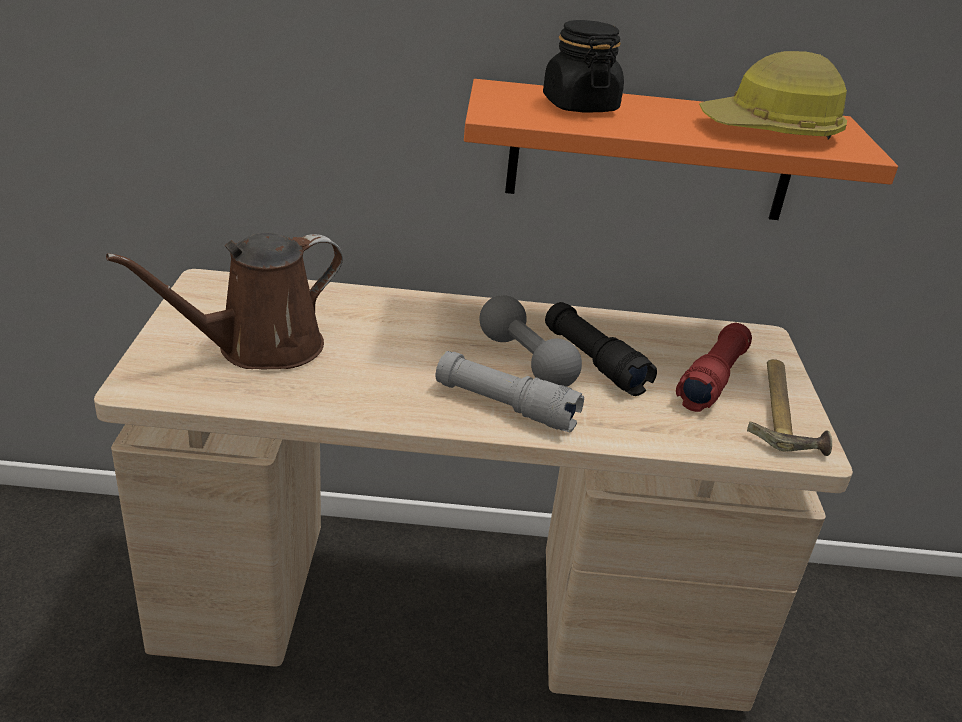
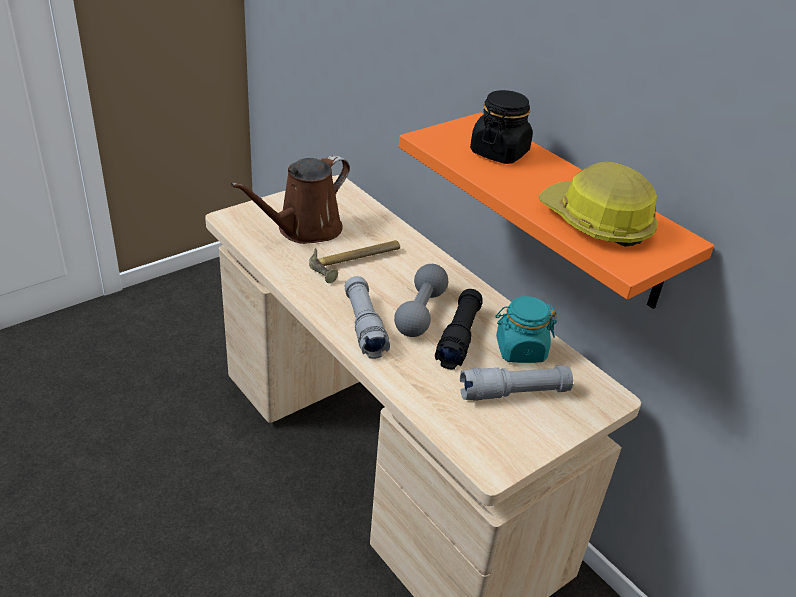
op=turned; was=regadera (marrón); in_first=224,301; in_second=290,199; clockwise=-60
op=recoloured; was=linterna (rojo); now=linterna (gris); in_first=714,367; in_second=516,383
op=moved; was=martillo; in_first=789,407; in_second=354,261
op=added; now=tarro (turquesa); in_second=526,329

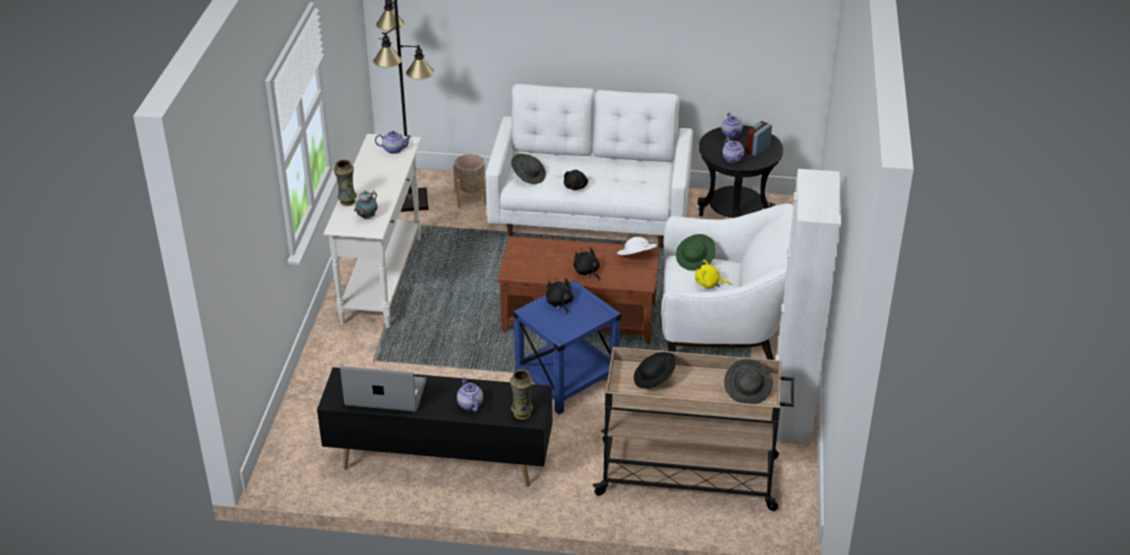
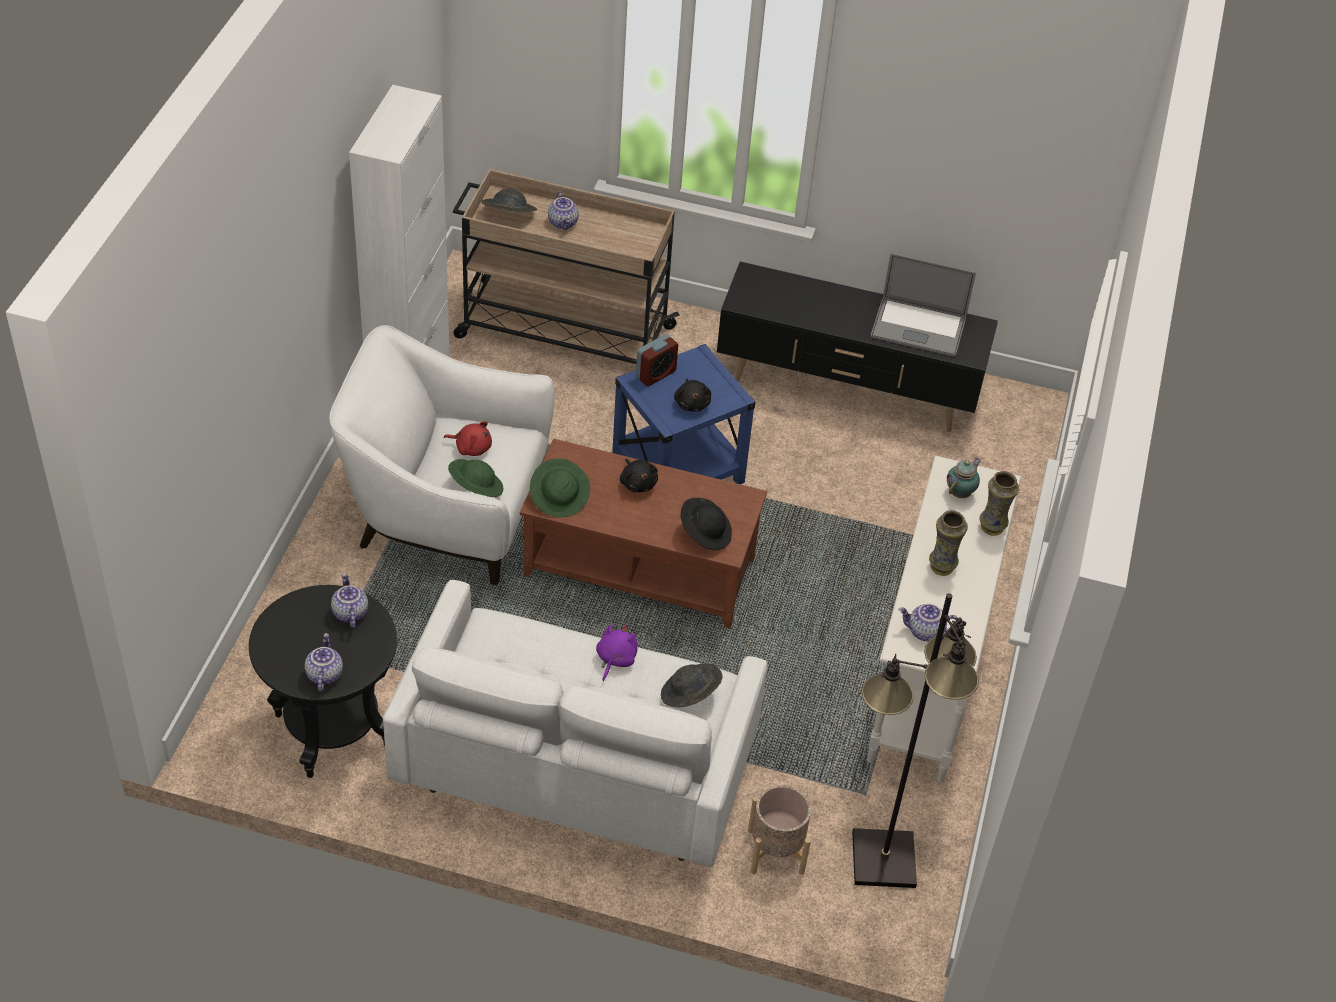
op=moved; was=despertador; in_first=759,138; in_second=657,360
op=recoloured; was=peluche (negro); now=peluche (morado); in_first=576,180; in_second=617,652
op=recoloured; was=sombrero (blanco); now=sombrero (verde); in_first=637,246; in_second=560,488
op=recoloured; was=peluche (amarillo); now=peluche (rojo); in_first=713,274; in_second=468,438
op=moved; was=sombrero (negro); in_first=655,370; in_second=706,524
op=moved; was=florero; in_first=521,394; in_second=948,543
op=moved; was=tetera; in_first=470,394; in_second=563,210

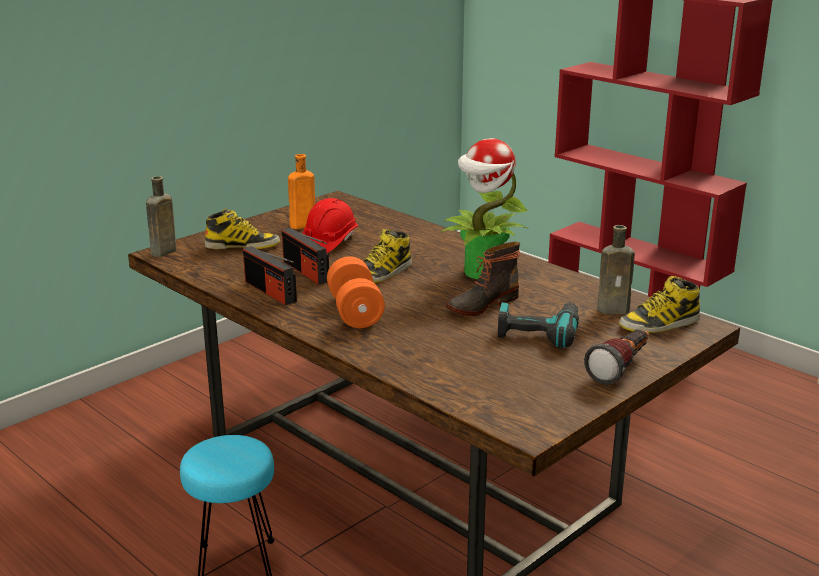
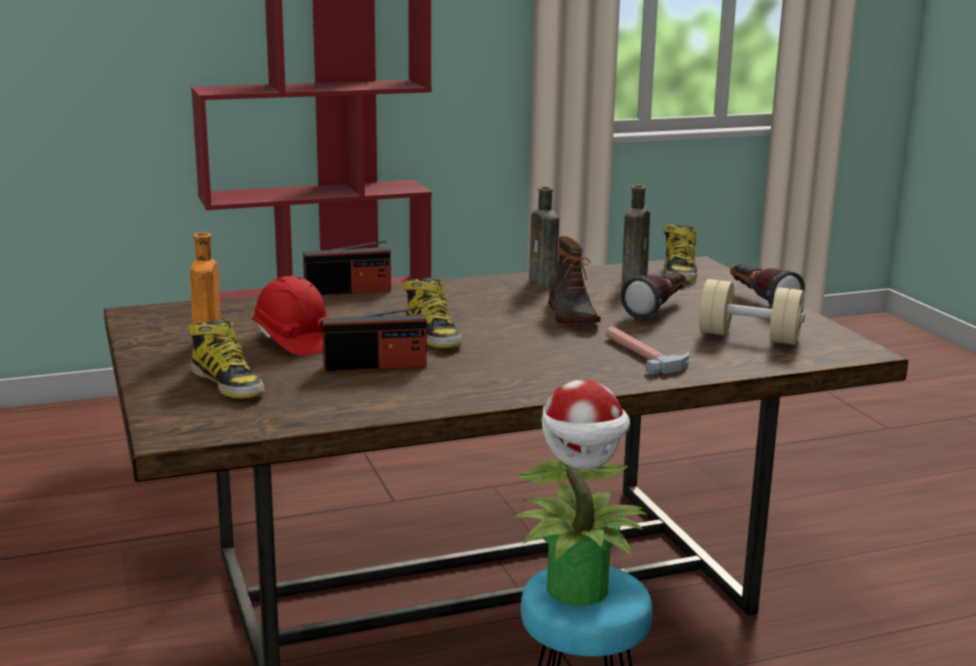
op=moved; was=planta en maceta; in_first=484,208; in_second=580,493
op=moved; was=botella (marrón); in_first=161,216; in_second=544,236
op=turned; was=bota; in_first=242,228; in_second=227,358; clockwise=120
op=moved; was=radio; in_first=270,275; in_second=347,268
op=removed; was=mancuerna (naranja); in_first=356,292
op=replaced; was=taladro; now=linterna; in_first=538,325; in_second=653,295
op=added; now=mancuerna (beis); in_second=752,312
op=added; now=martillo; in_second=647,350

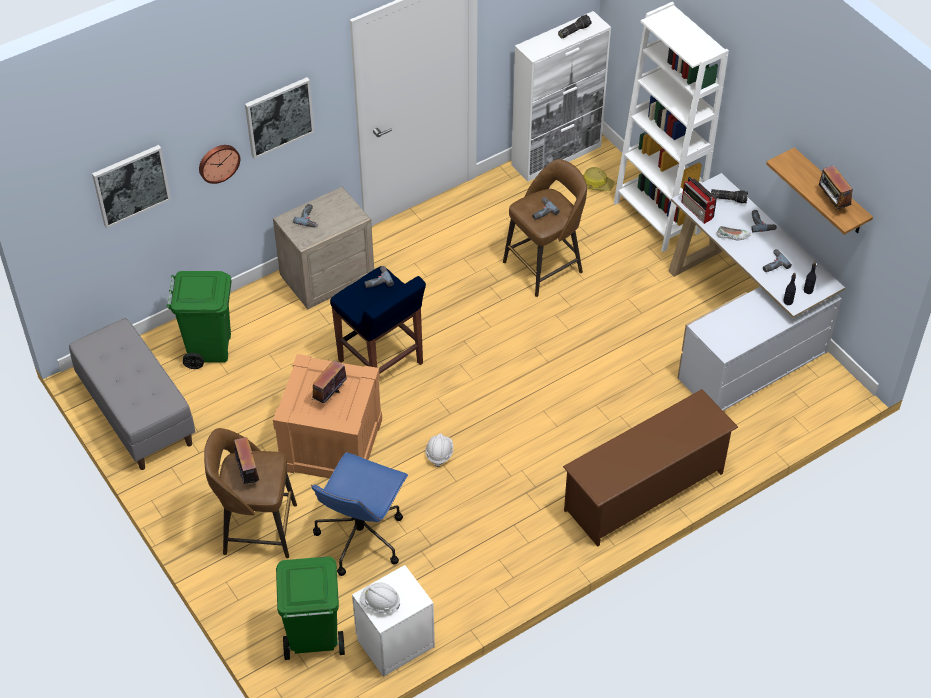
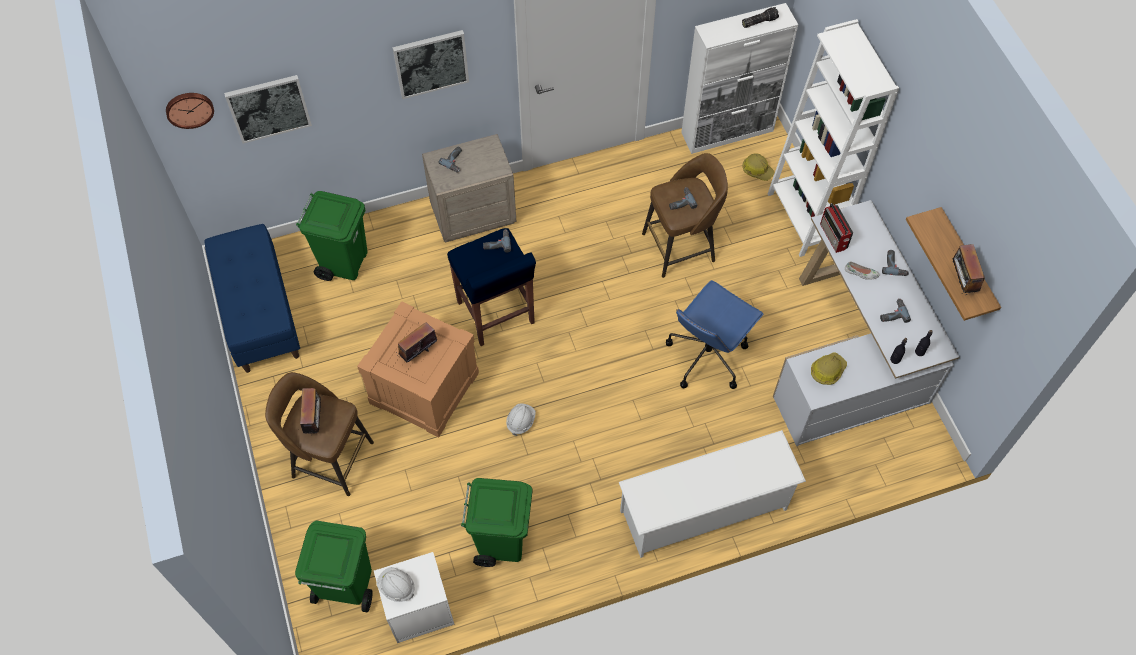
op=moved; was=reloj de pared; in_first=219,164; in_second=190,111
op=removed; was=linterna; in_first=729,196
op=recoloured; was=banco (gris); now=banco (azul); in_first=132,394; in_second=252,298
op=recoloured; was=zapatero (marrón); now=zapatero (blanco); in_first=650,468; in_second=712,494
op=moved; was=silla de oficina (azul); in_first=359,514; in_second=715,334
op=added; now=casco; in_second=829,369
op=added; now=papelera (verde); in_second=497,522

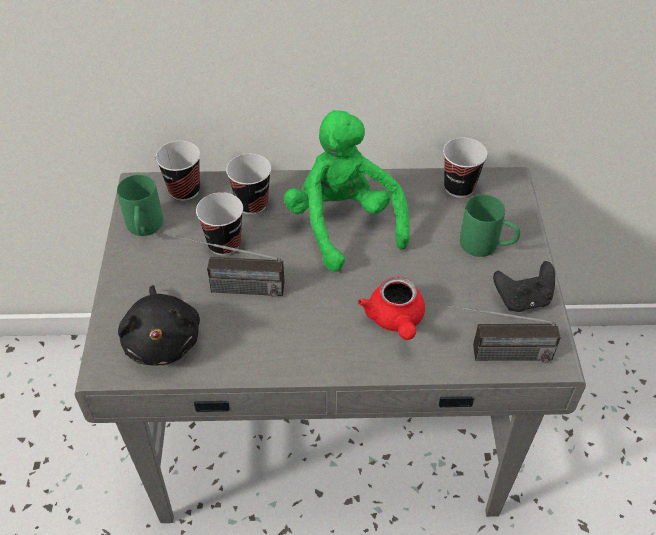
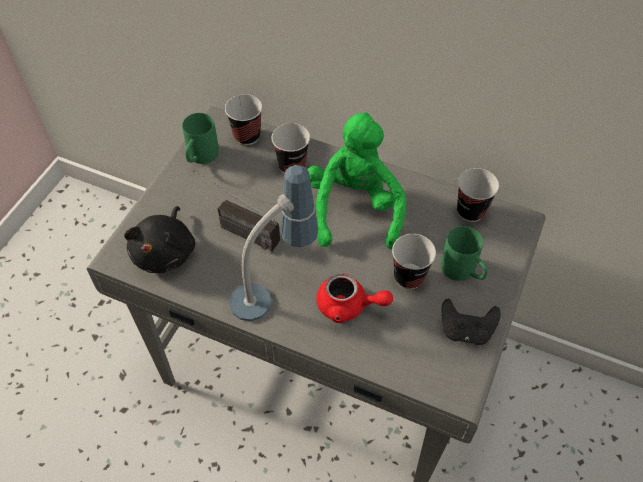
op=moved; was=taza; in_first=219,223; in_second=414,261
op=turned; was=tetera (rojo); in_first=391,308; in_second=354,298; clockwise=-90
op=removed; was=radio; in_first=500,333
op=added; now=lámpara de mesa; in_second=273,243

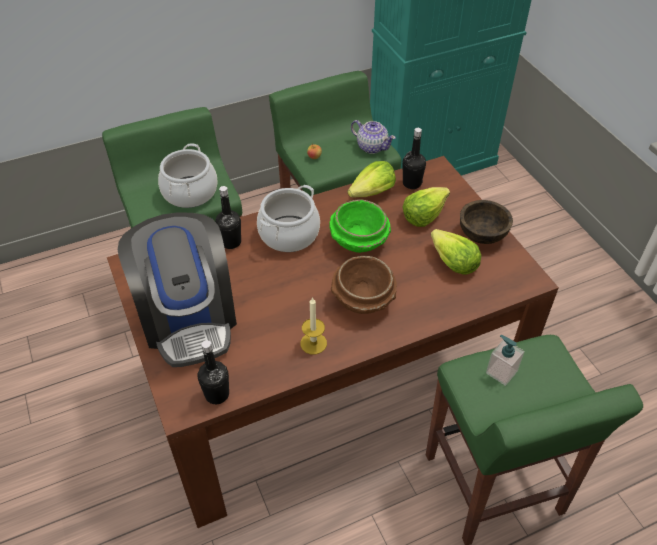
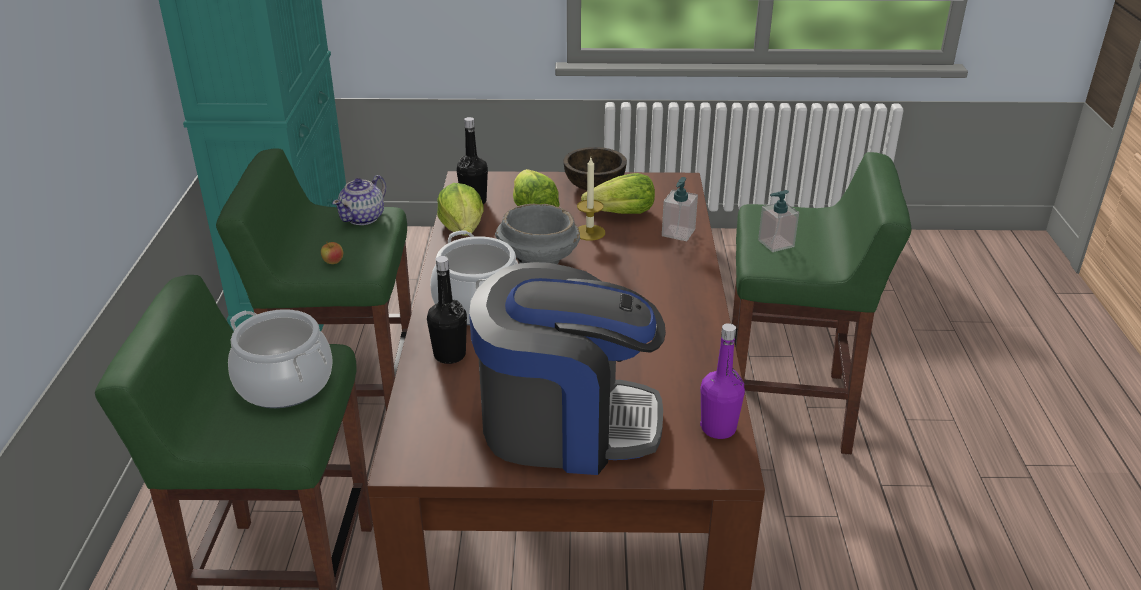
op=turned; was=tetera; in_first=373,137; in_second=359,200; clockwise=150
op=recoloured; was=cuenco (verde); now=cuenco (gris); in_first=360,226; in_second=537,234
op=removed; was=cuenco (marrón); in_first=364,285
op=moved; was=vela; in_first=313,325; in_second=591,199
op=recoloured; was=botella (negro); now=botella (morado); in_first=213,372; in_second=722,381
op=added; now=dispensador de jabón; in_second=680,209

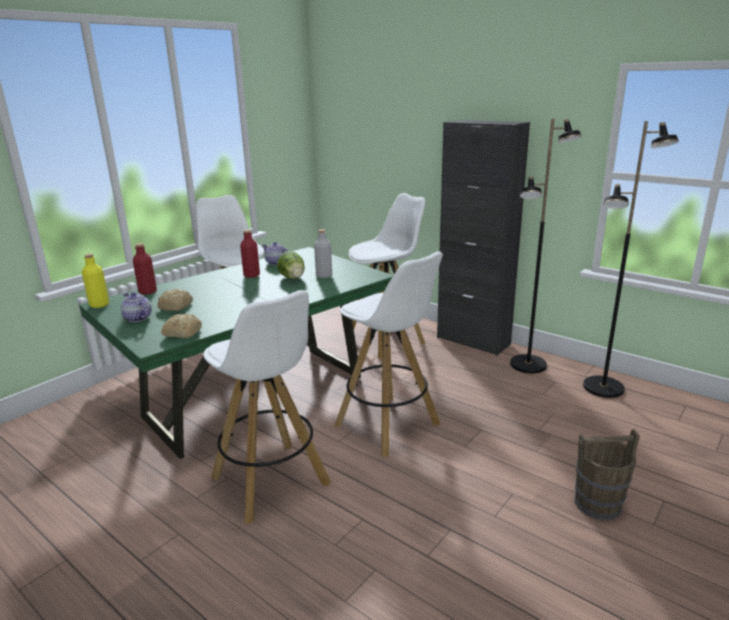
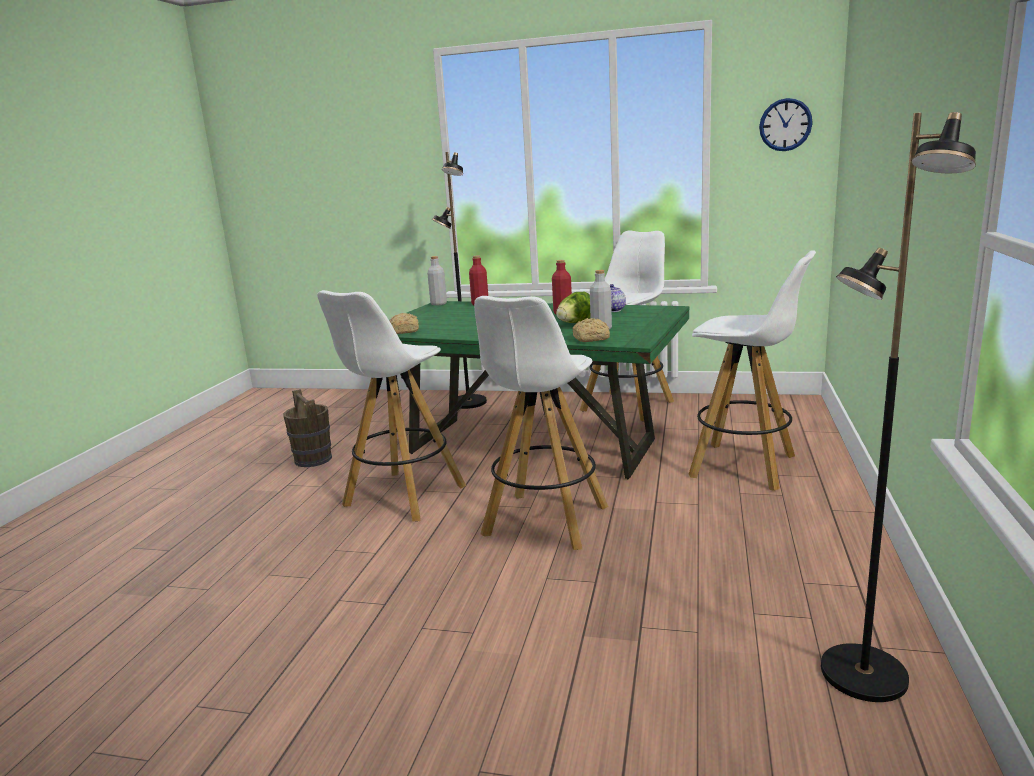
op=moved; was=lámpara de pie (negro); in_first=545,246; in_second=459,280
op=removed; was=armario (negro); in_first=483,238
op=recoloured; was=botella (amarillo); now=botella (gris); in_first=95,281; in_second=437,280
op=moved; was=pan; in_first=175,300; in_second=591,330
op=removed; was=tetera; in_first=136,307
op=moved; was=cubo (marrón); in_first=607,474; in_second=307,428
op=added; now=reloj de pared; in_second=786,124

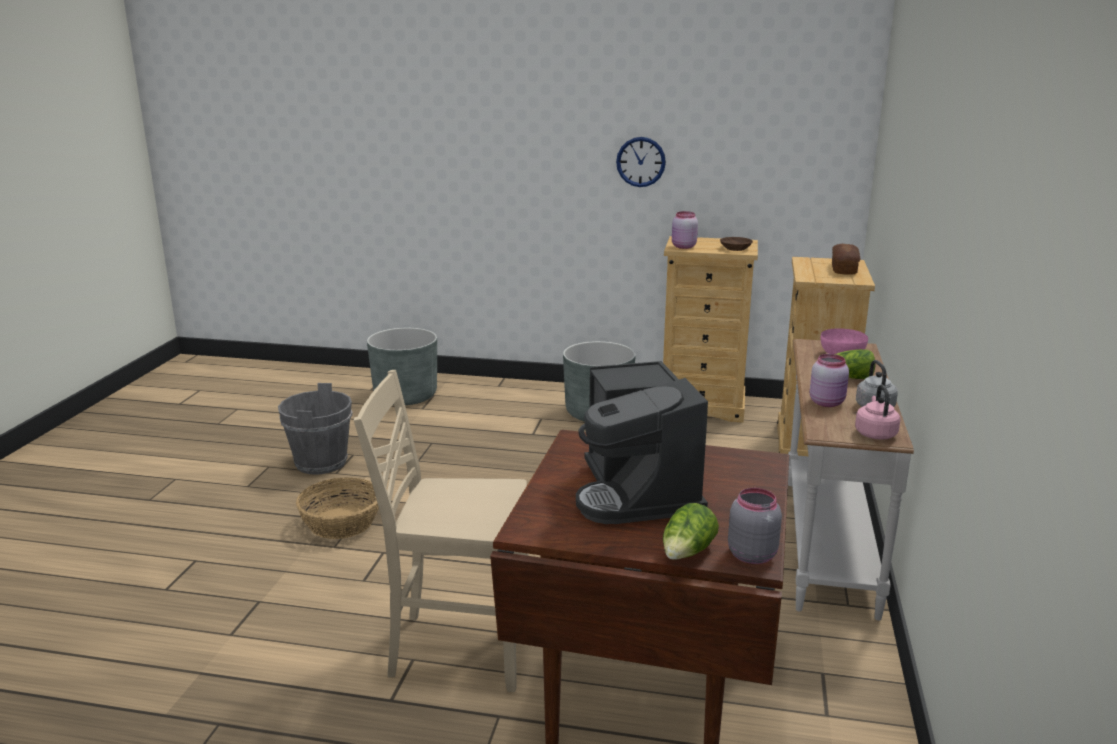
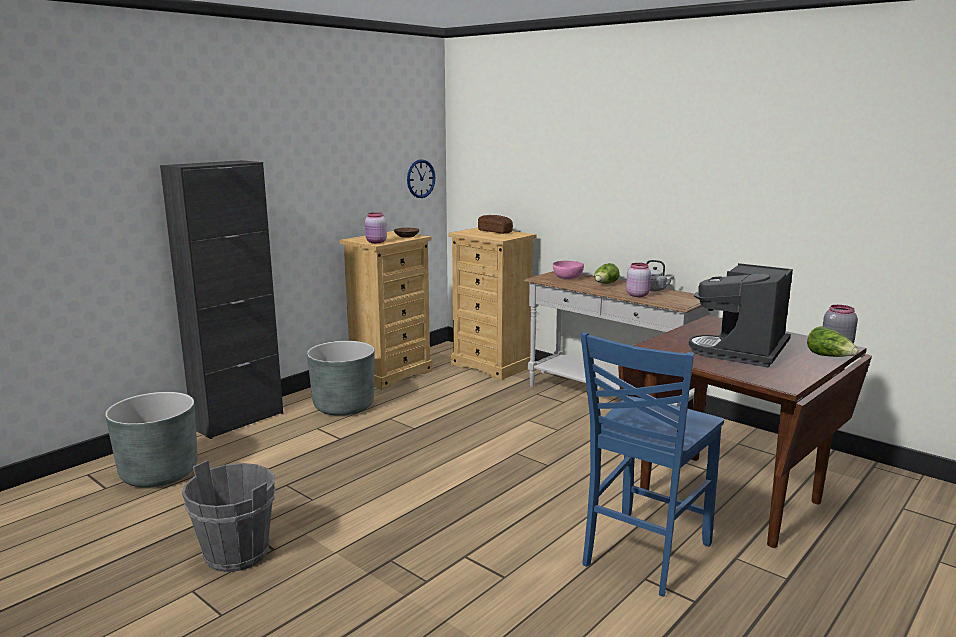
op=moved; was=reloj de pared; in_first=641,162; in_second=421,178
op=turned; was=cafetera; in_first=642,442; in_second=741,315; clockwise=105
op=recoloured; was=silla (beis); now=silla (azul); in_first=441,531; in_second=652,464
op=removed; was=hervidor (rosa); in_first=877,412
op=removed; was=cesta; in_first=337,508
op=added; now=armario (negro); in_second=221,299

